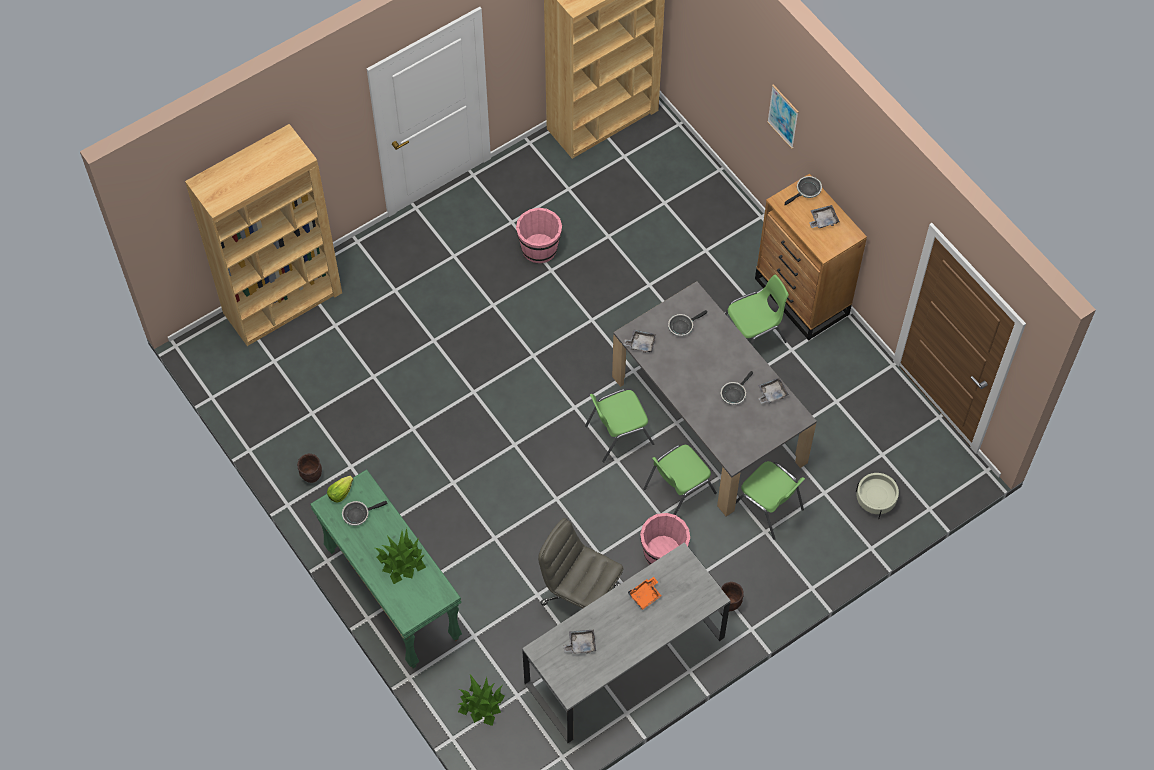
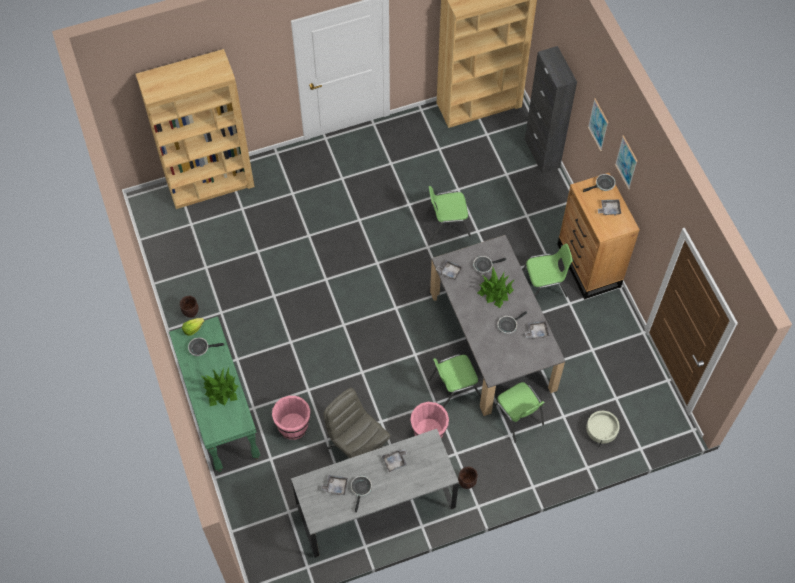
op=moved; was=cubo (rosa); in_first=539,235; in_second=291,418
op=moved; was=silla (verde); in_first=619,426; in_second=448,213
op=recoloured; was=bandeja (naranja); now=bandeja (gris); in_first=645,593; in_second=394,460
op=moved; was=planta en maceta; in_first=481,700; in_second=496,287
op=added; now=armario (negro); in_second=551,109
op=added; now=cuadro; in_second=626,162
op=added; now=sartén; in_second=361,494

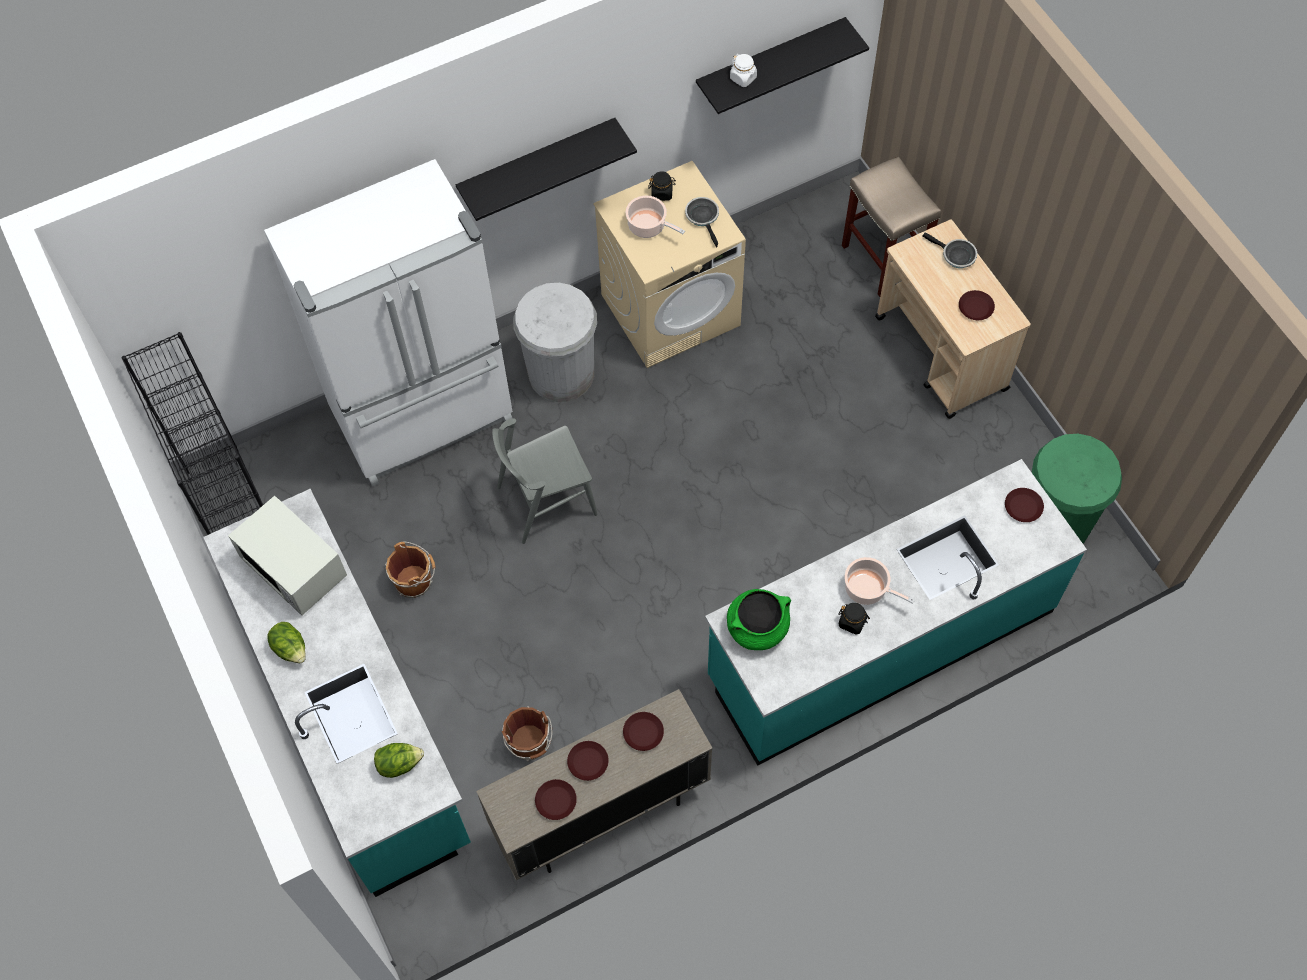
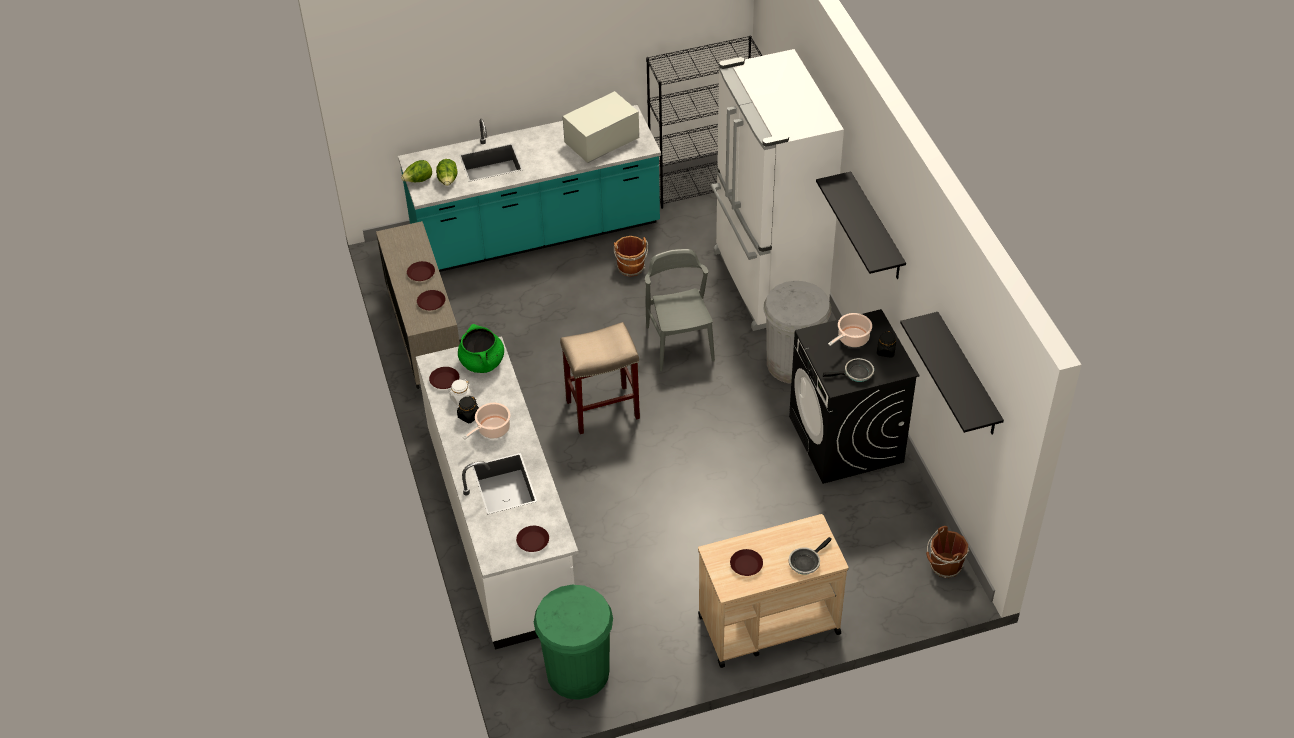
op=moved; was=tarro (blanco); in_first=743,70; in_second=460,393
op=moved; was=taburete (beis); in_first=891,227; in_second=600,378
op=recoloured; was=lavadora (beis); now=lavadora (negro); in_first=669,264; in_second=854,396
op=recoloured; was=mueble bajo de cocina (turquesa); now=mueble bajo de cocina (blanco); in_first=896,612; in_second=497,493
op=moved; was=lechuga; in_first=286,642; in_second=416,171
op=moved; was=cubo (marrón); in_first=527,734; in_second=947,552
op=moved; was=plato (marrón); in_first=556,799; in_second=444,378

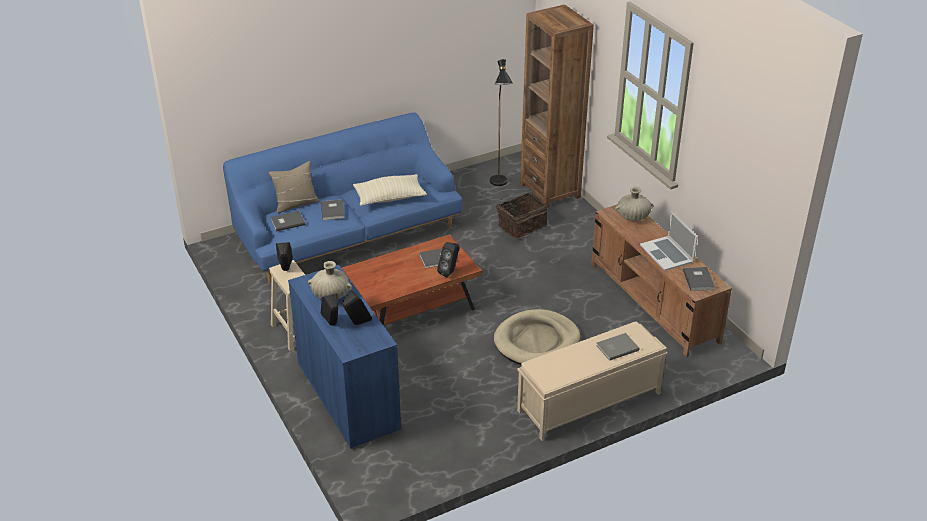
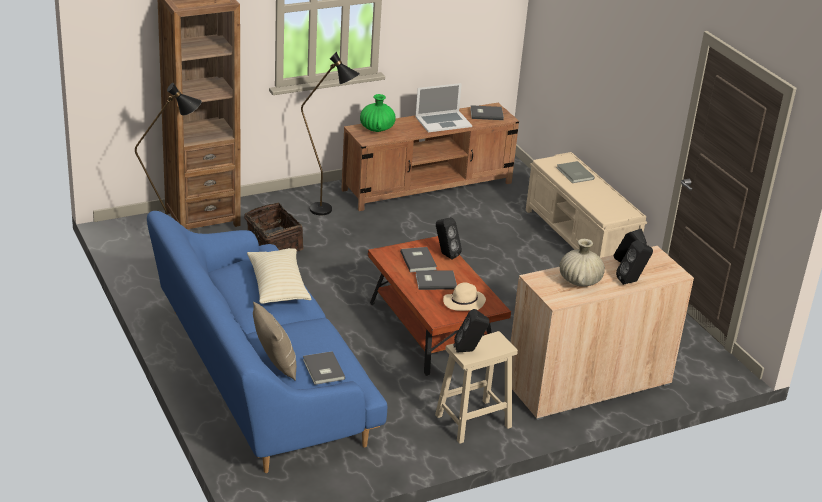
op=recoloured; was=florero (beis); now=florero (verde); in_first=634,204; in_second=378,113
op=moved; was=libro (gris); in_first=333,210; in_second=436,280
op=recoloured; was=armario (azul); now=armario (beis); in_first=344,357; in_second=602,333
op=removed; was=cama para perro (beis); in_first=537,337
op=added; now=lámpara de pie (negro); in_second=330,133
op=added; now=sombrero (beis); in_second=464,296

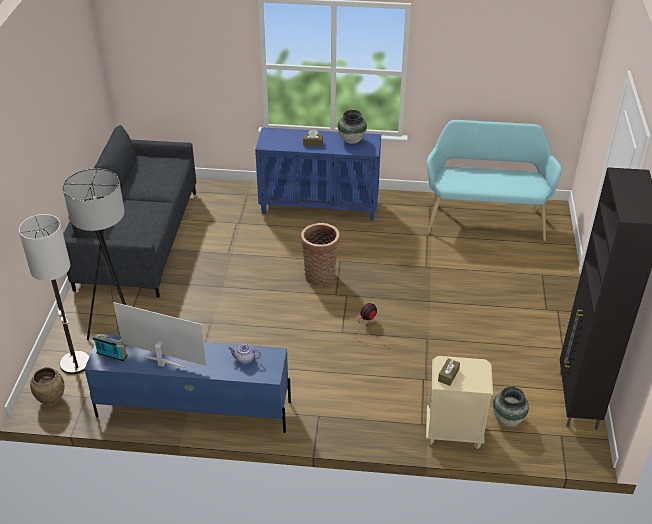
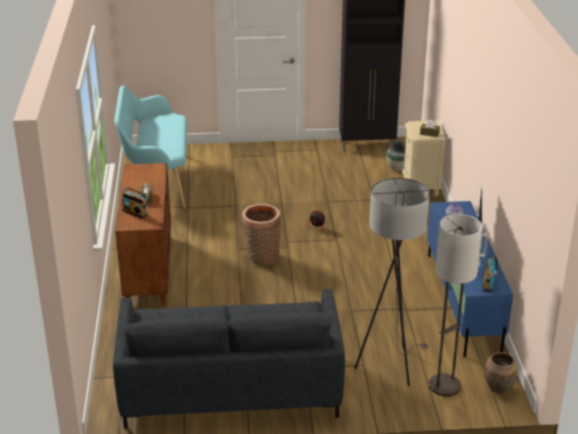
op=removed; was=florero; in_first=352,127
op=recoloured; was=armario (azul); now=armario (marrón); in_first=318,174; in_second=143,234
op=added; now=radio; in_second=135,203

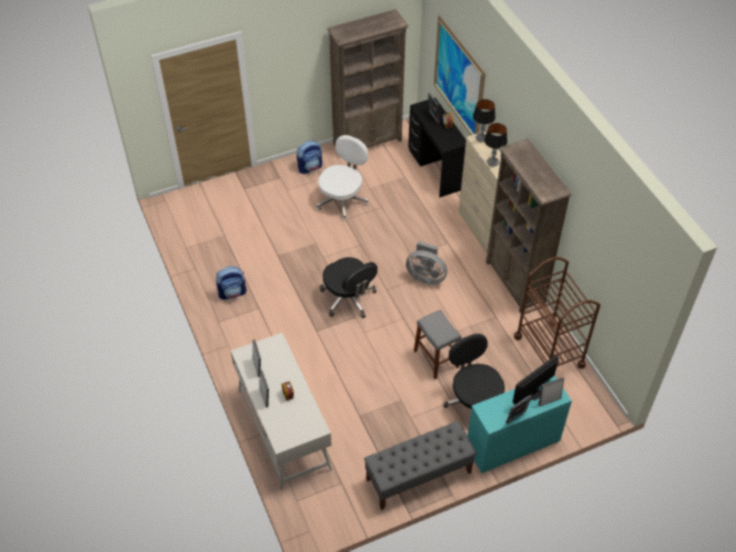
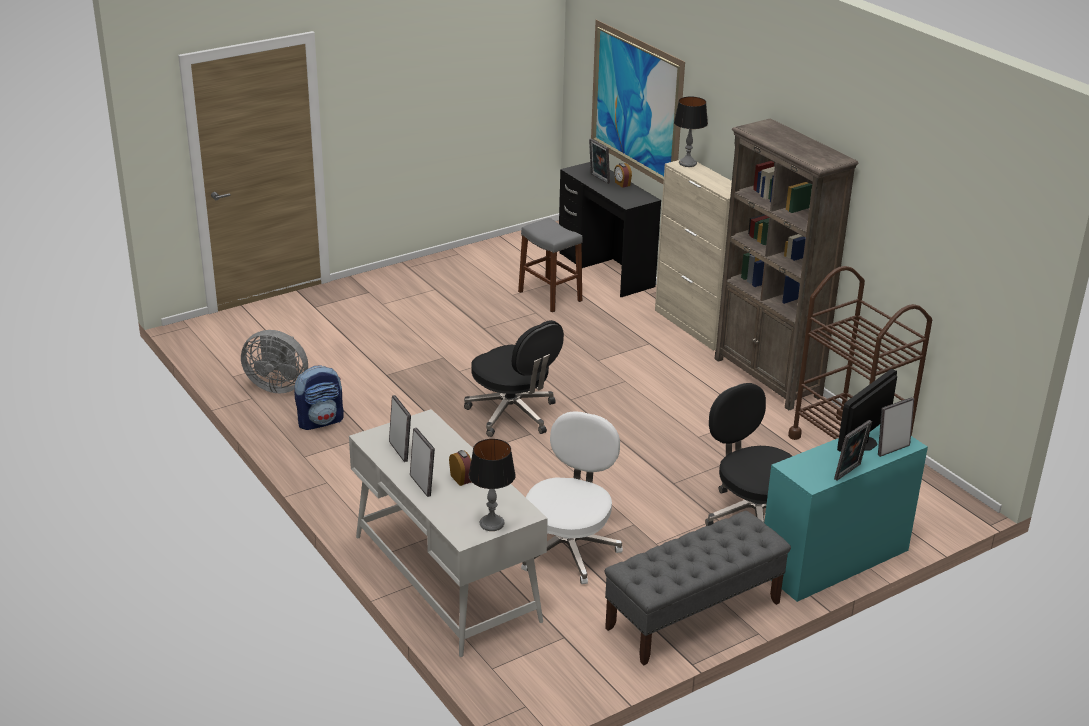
op=removed; was=estantería (marrón); in_first=368,78
op=moved; was=lámpara de mesa; in_first=496,144; in_second=492,485
op=moved; was=silla de oficina (blanco); in_first=342,177; in_second=572,497
op=removed; was=mochila; in_first=309,157
op=moved; was=ventilador (gris); in_first=426,262; in_second=274,361
op=moved; was=taburete (gris); in_first=437,344; in_second=550,265

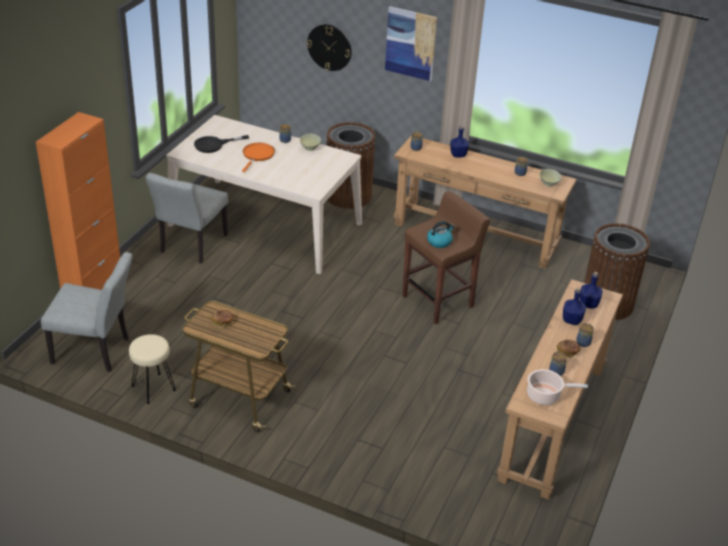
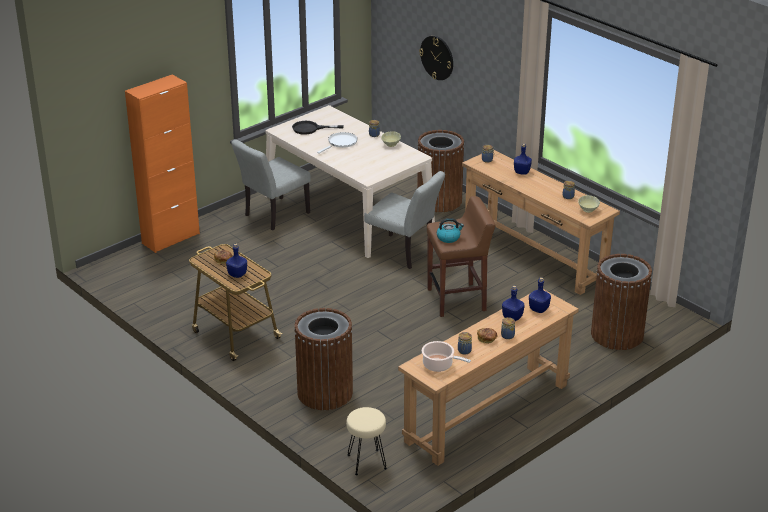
op=removed; was=cuadro; in_first=411,43
op=recoloured; was=sartén (naranja); now=sartén (blanco); in_first=258,157; in_second=337,143
op=moved; was=silla (gris); in_first=86,312; in_second=404,220
op=moved; was=taburete (beis); in_first=152,369; in_second=366,441
op=added; now=botella (azul); in_second=236,261
op=added; now=papelera (marrón); in_second=323,359

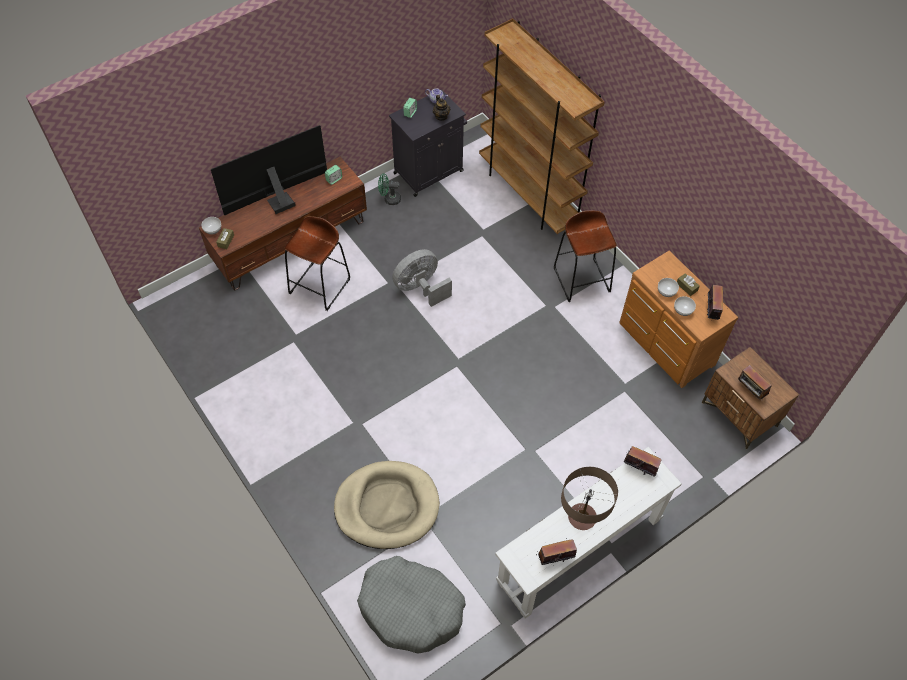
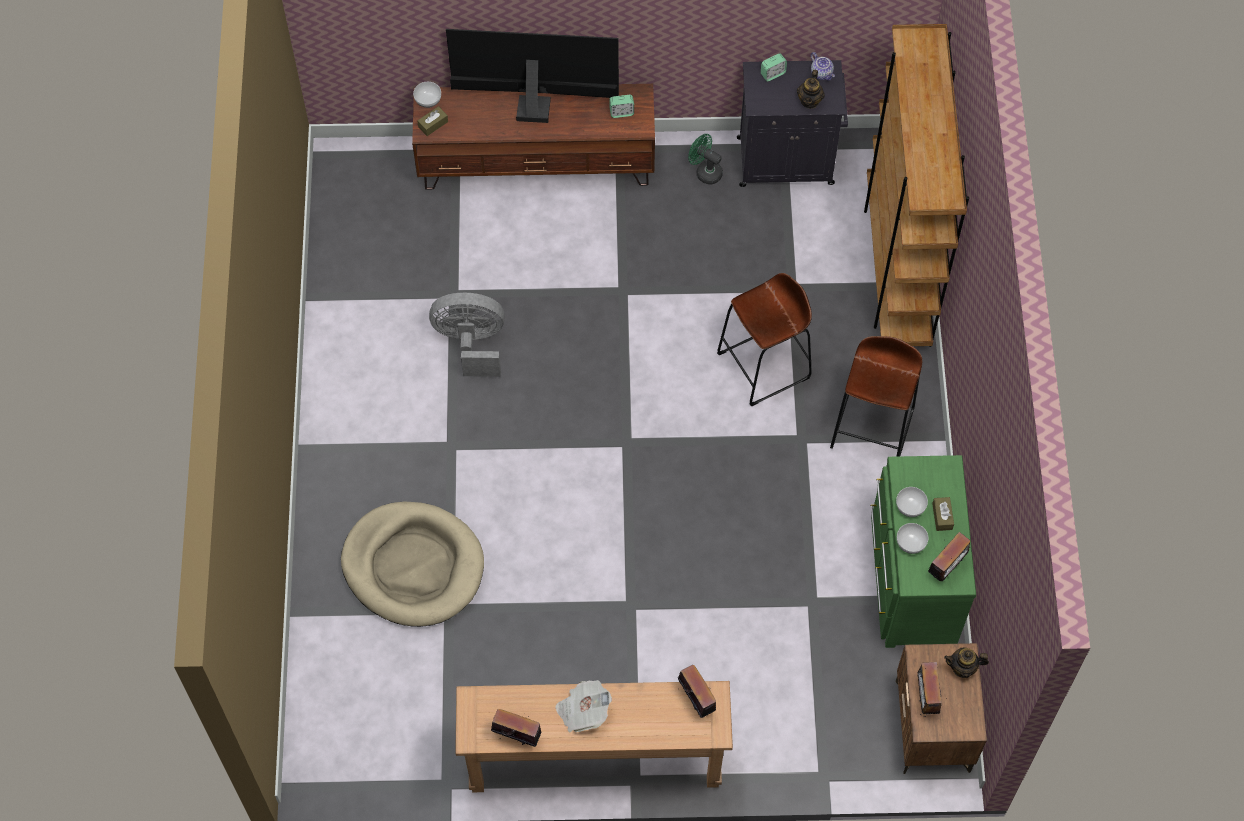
op=moved; was=taburete (marrón); in_first=317,263; in_second=764,339
op=moved; was=ventilador (gris); in_first=422,278; in_second=467,335
op=recoloured; was=cómoda (marrón); now=cómoda (verde); in_first=678,319; in_second=923,551
op=recoloured; was=mesa consola (blanco); now=mesa consola (marrón); in_first=588,533; in_second=594,736
op=replaced; was=lámpara de mesa; now=periódico; in_first=589,498; in_second=583,706
op=removed; was=cama para perro (gris); in_first=411,605
op=added; now=tetera; in_second=966,662

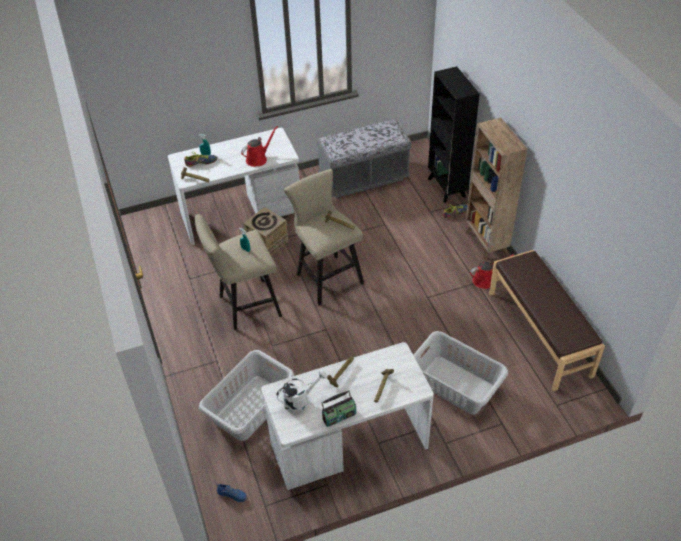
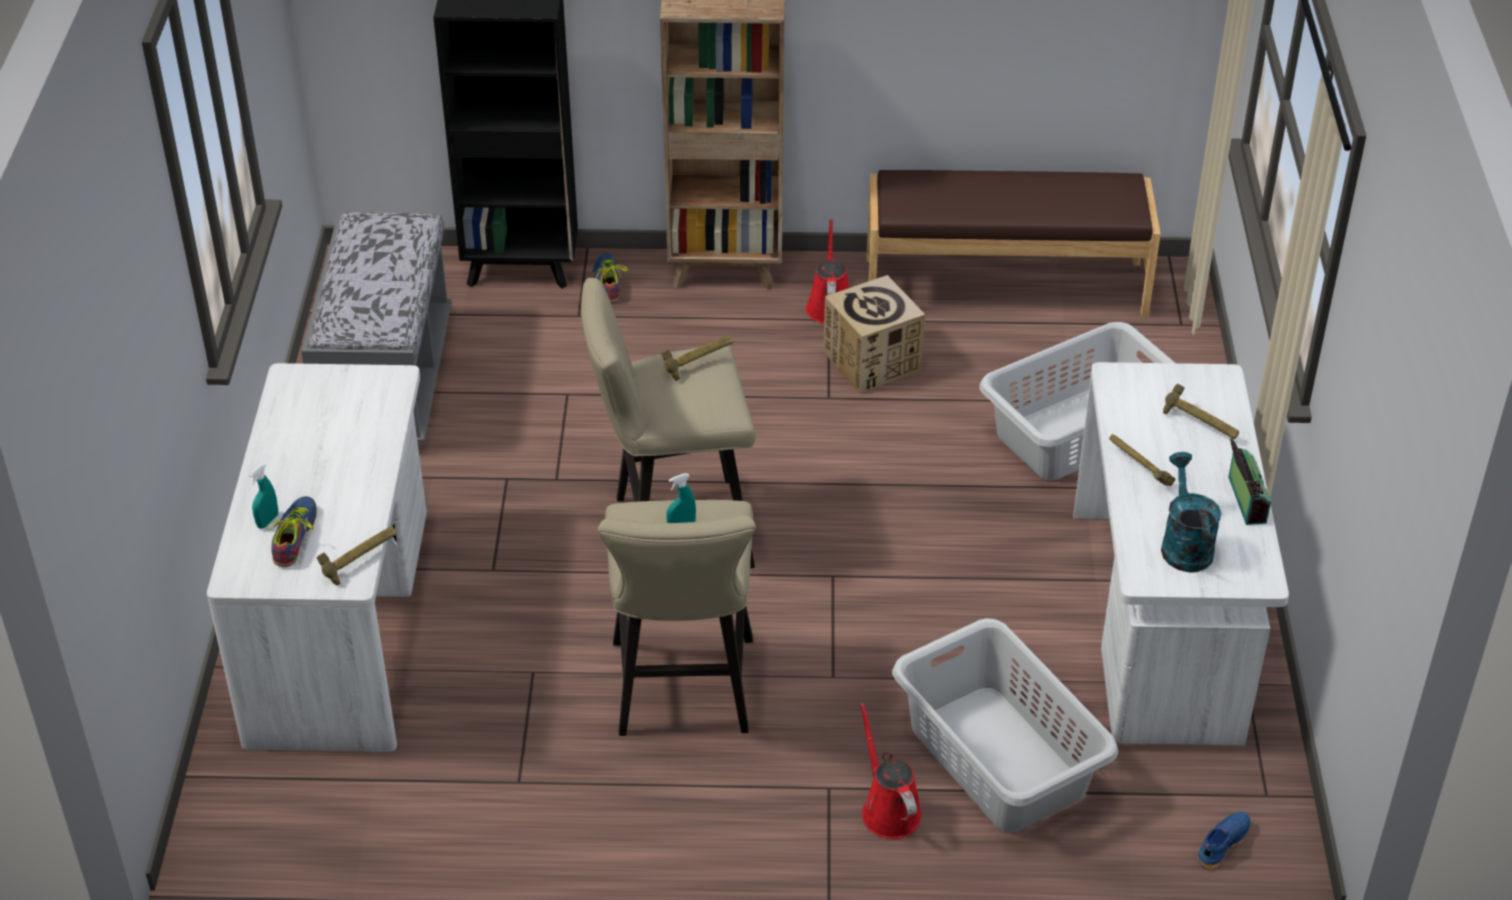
op=moved; was=regadera (rojo); in_first=259,146; in_second=891,771
op=moved; was=caja de cartón; in_first=265,231; in_second=875,334
op=recoloured; was=regadera (blanco); now=regadera (turquesa); in_first=301,391; in_second=1191,512

